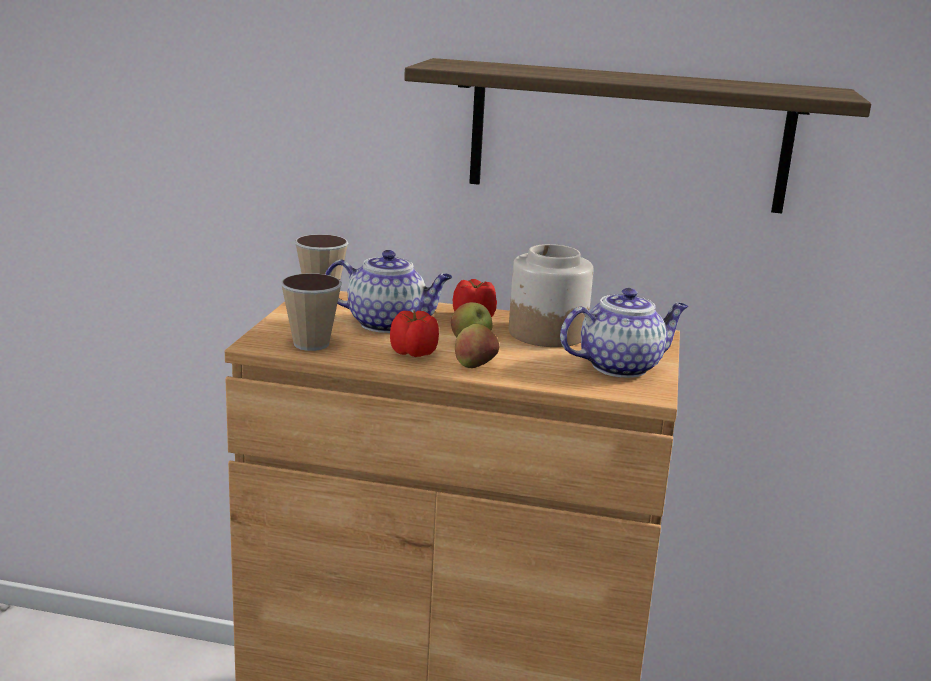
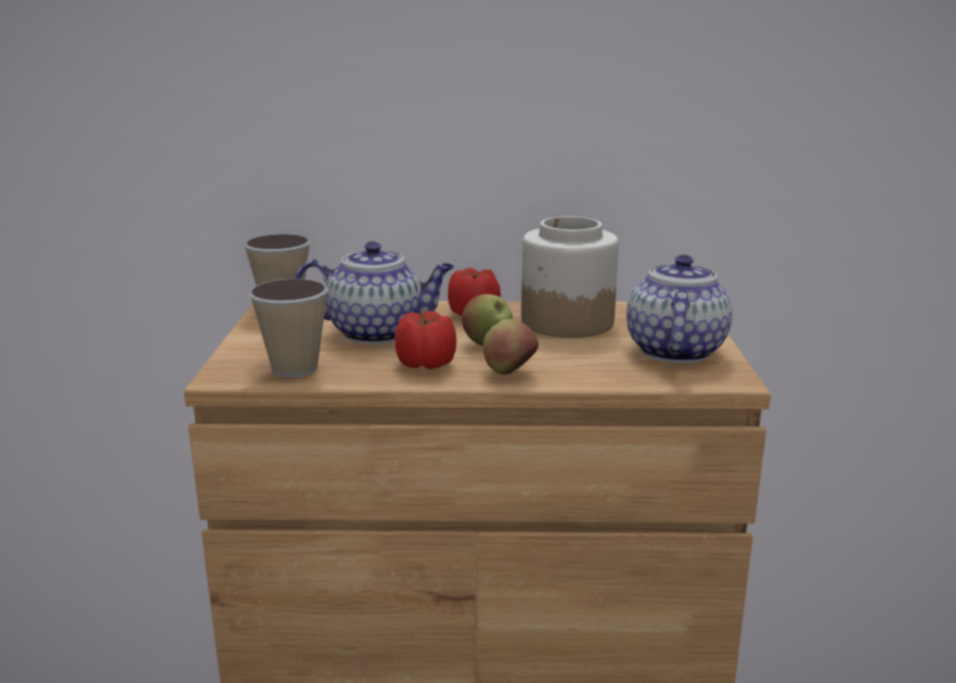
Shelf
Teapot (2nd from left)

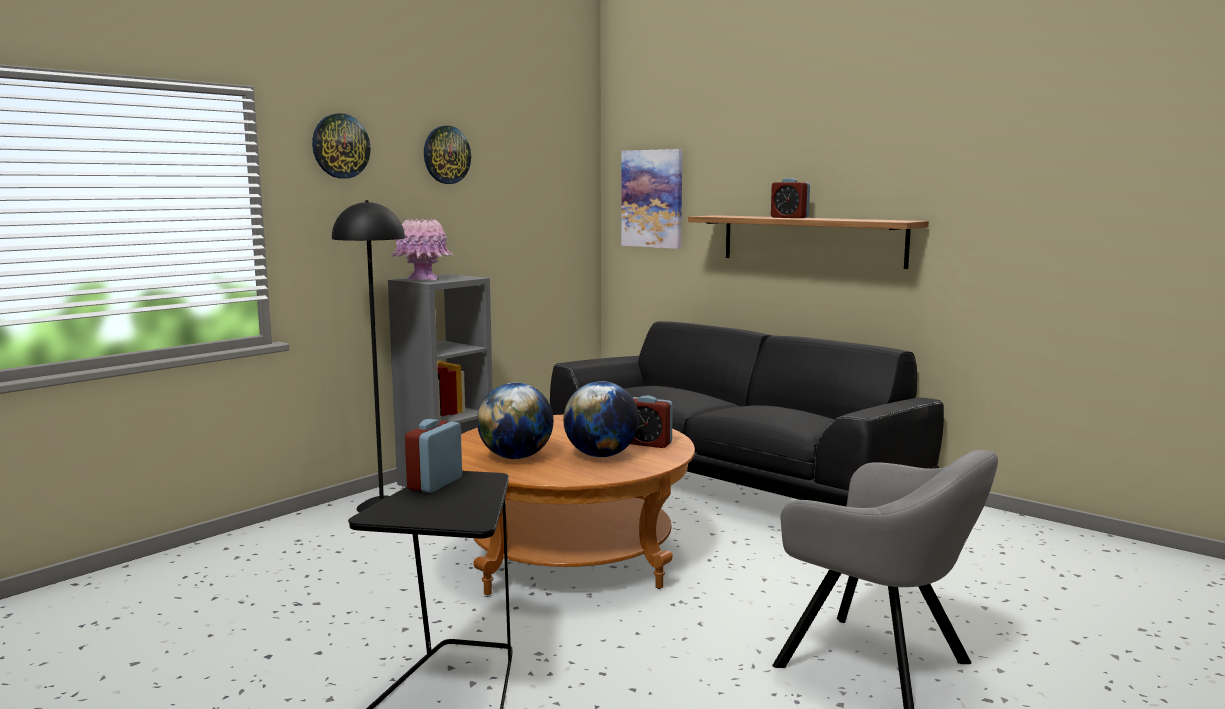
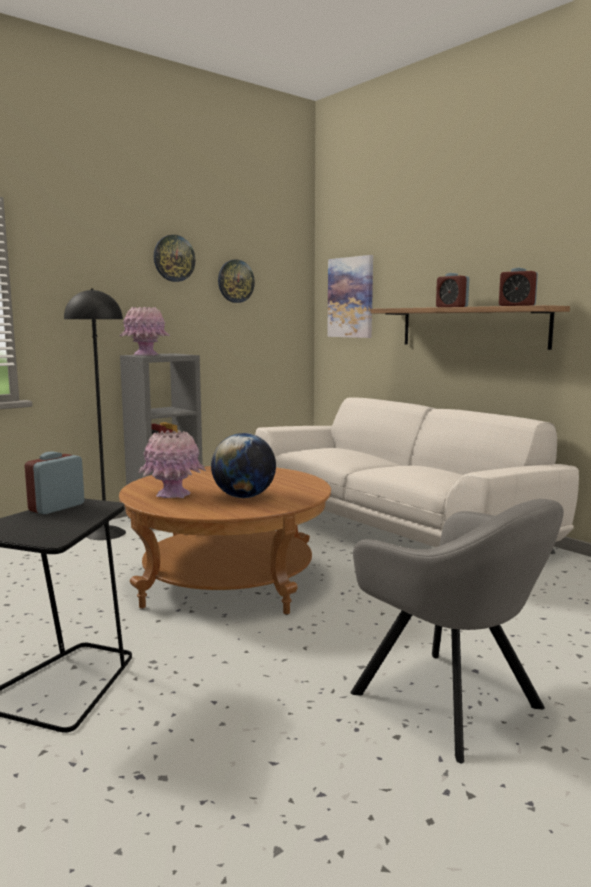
WallClock (2nd from left)
WhiteSofa
PinkVase (2nd from left)
AlarmClock (3rd from left)

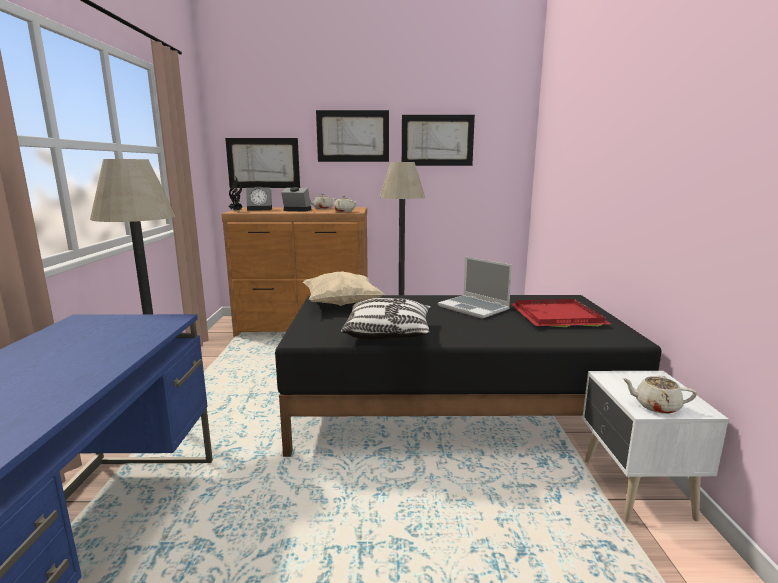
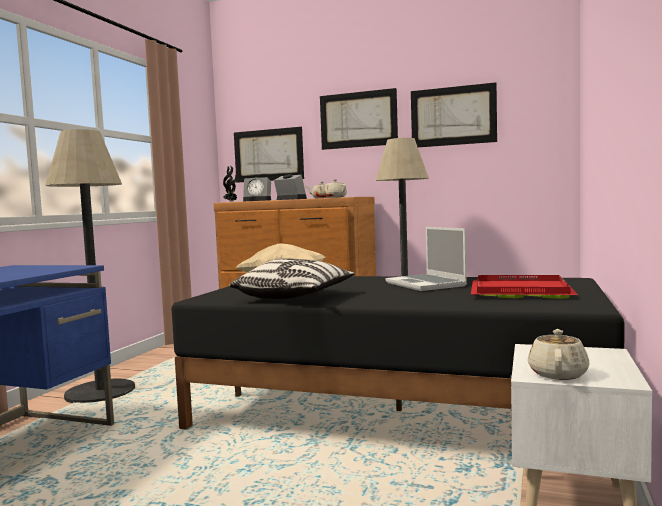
BeigeTeapot (3rd from left)

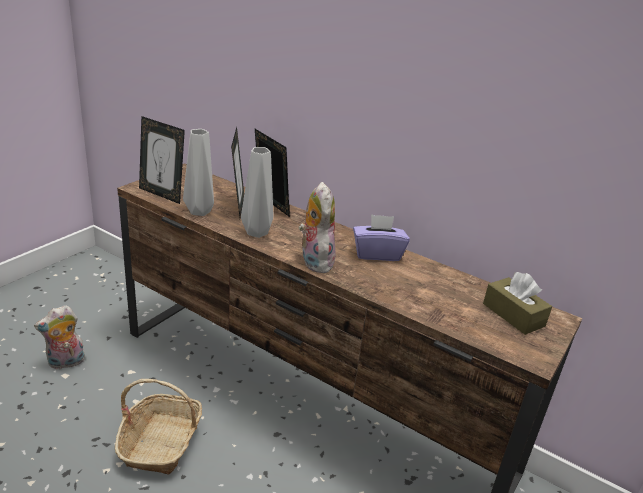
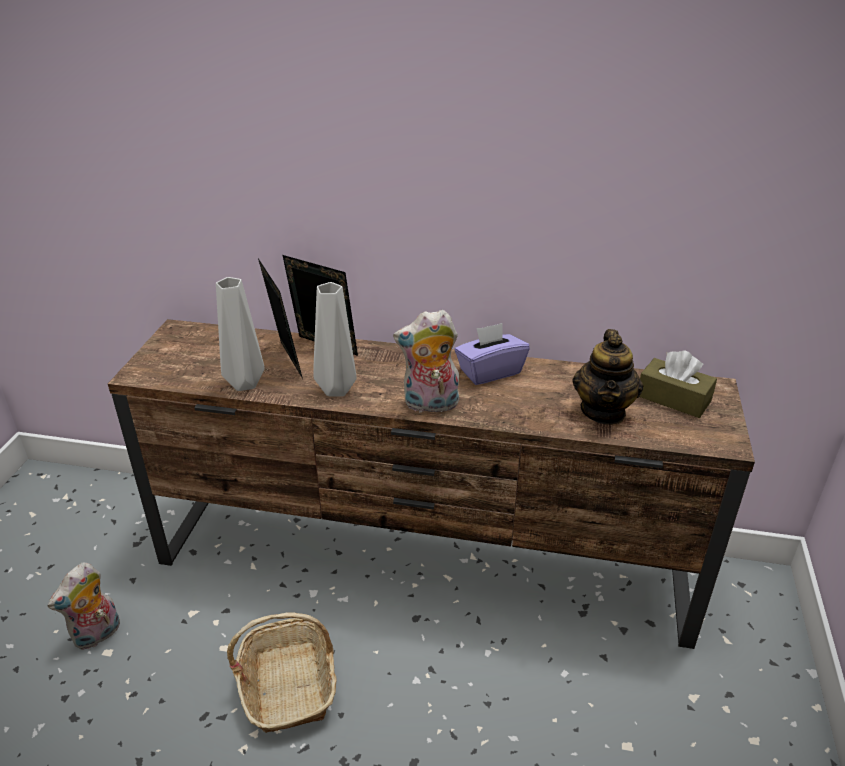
PictureFrame (1st from left in the first image)
PlushToy (2nd from left)
Teapot

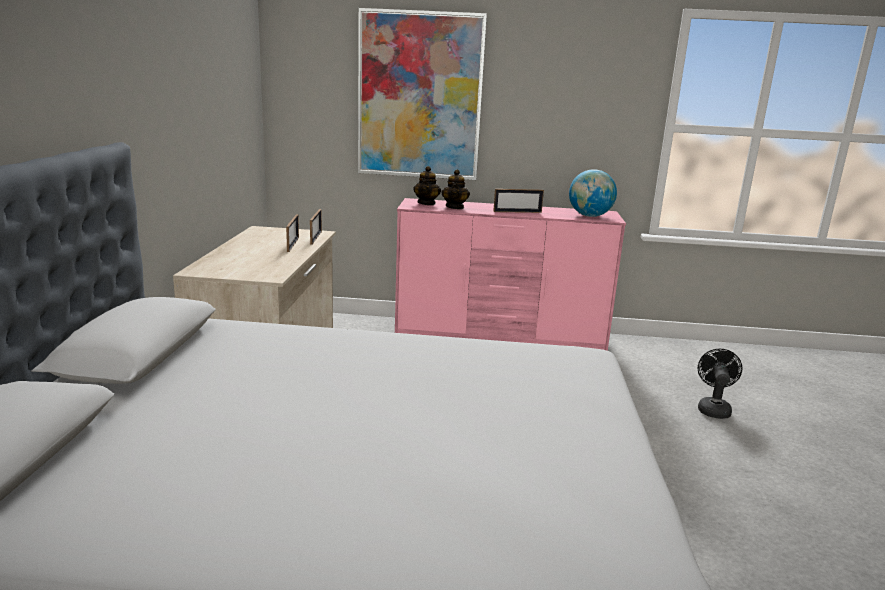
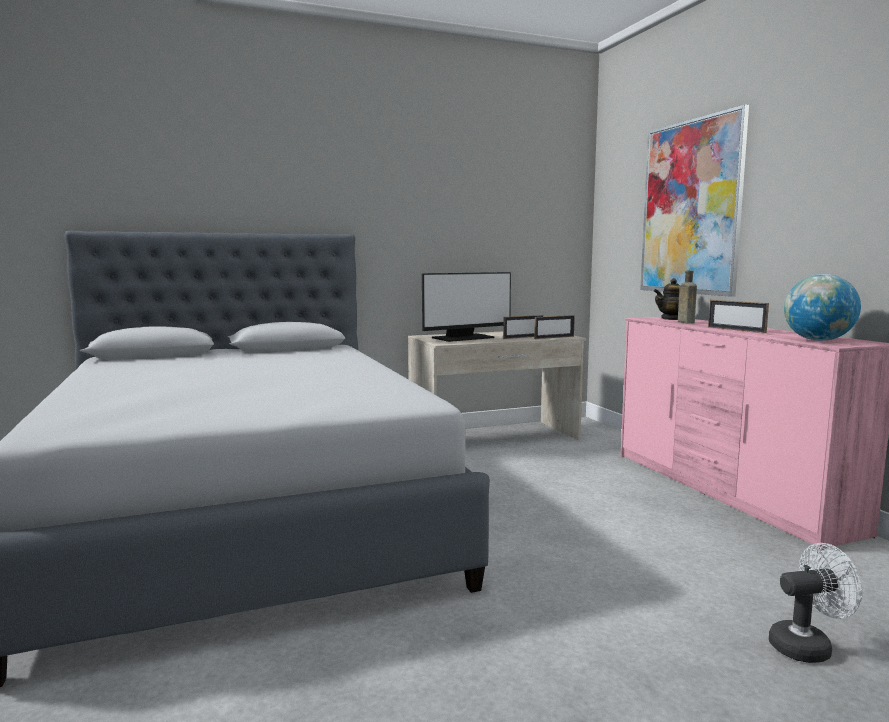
BrownBottle
WhiteFan
Monitor

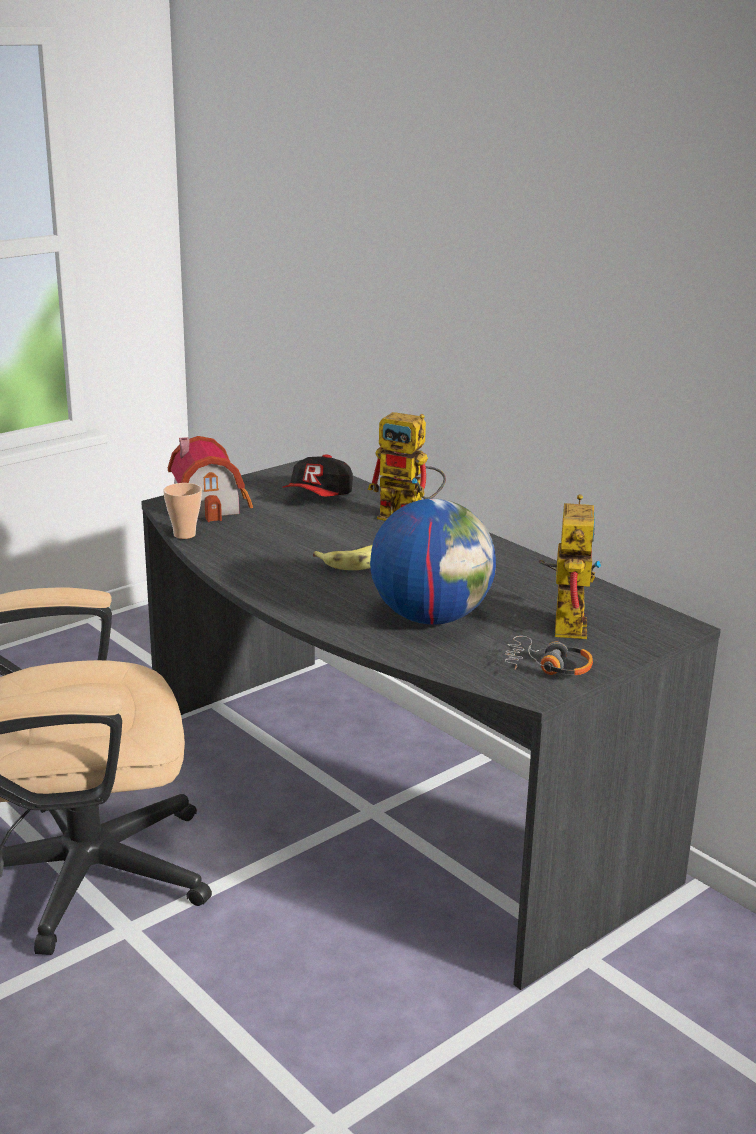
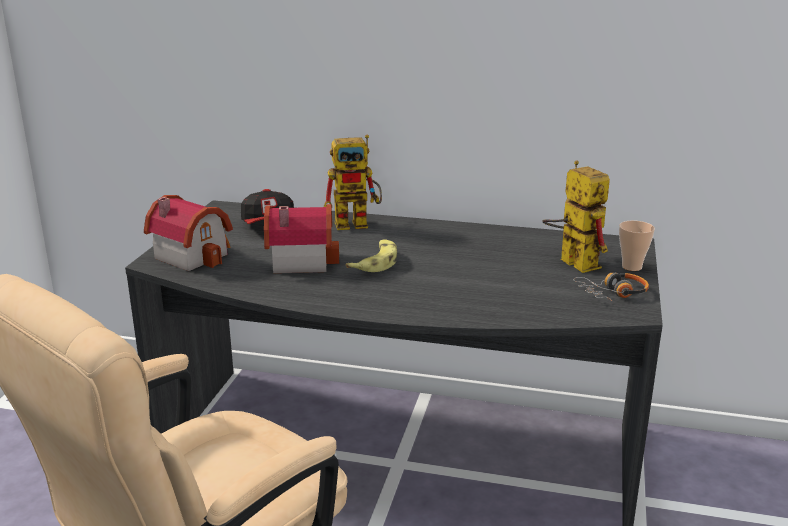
Cup
Globe
ToyHouse (2nd from left)

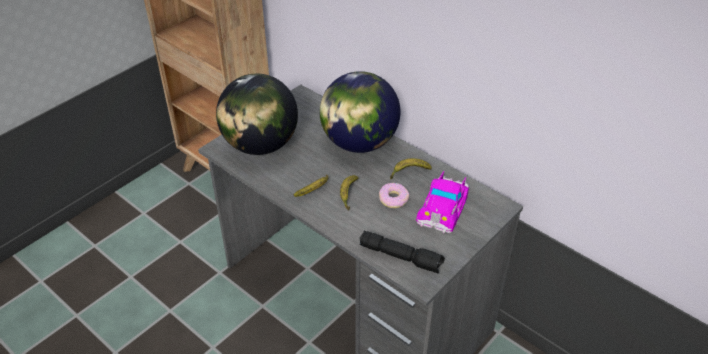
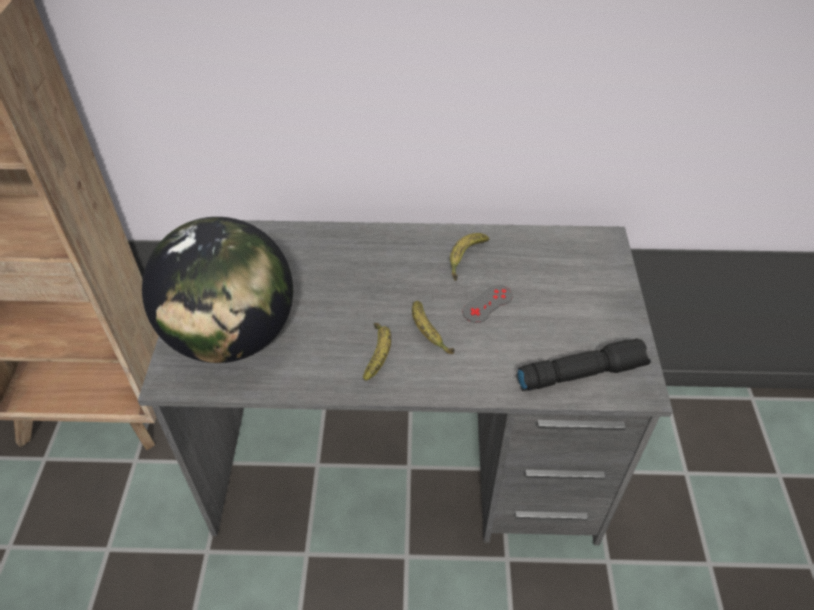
Globe (2nd from left in the first image)
ToyCar
GreyGameController

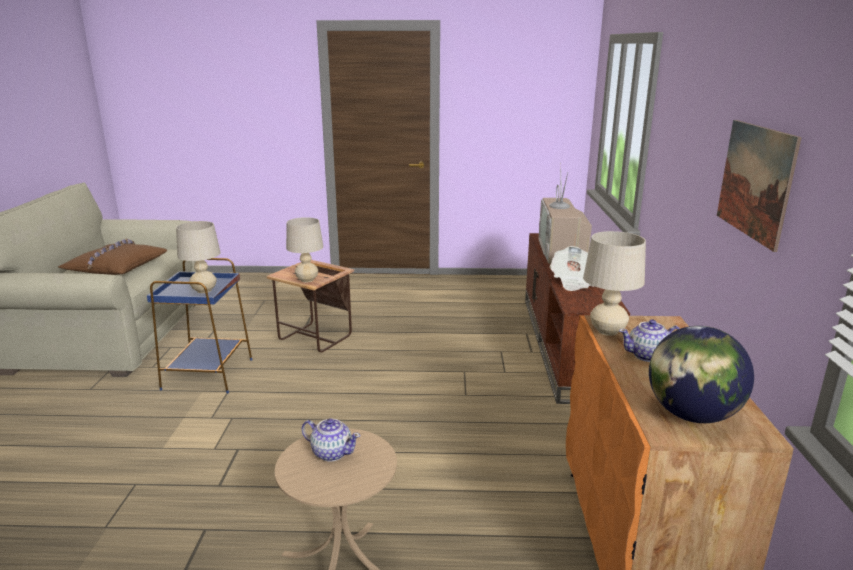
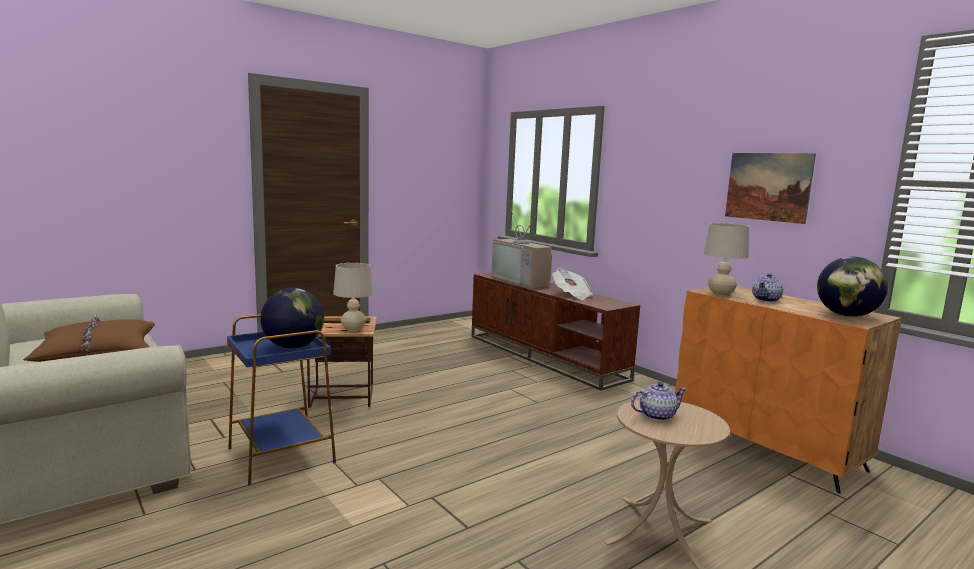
Globe (1st from left)

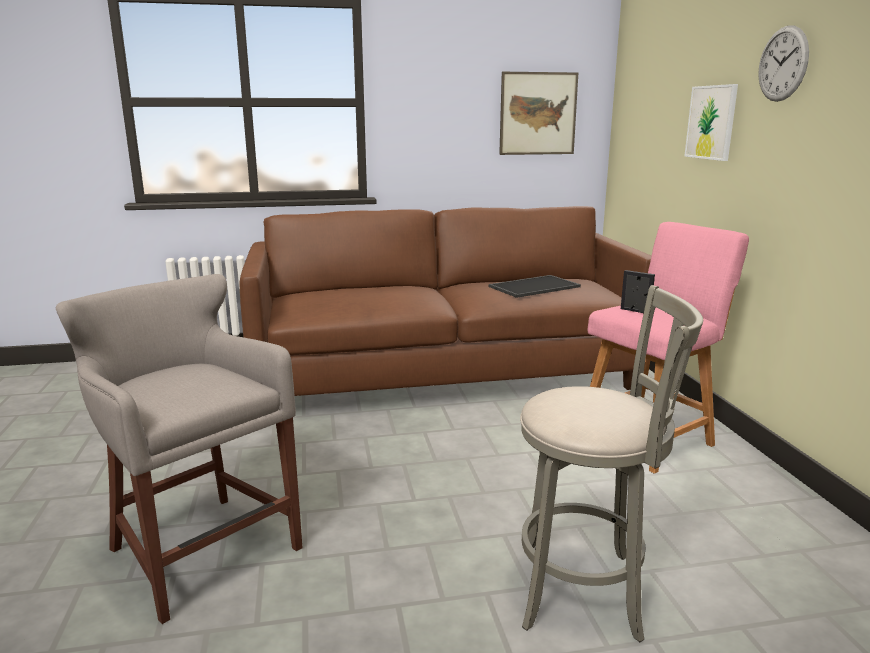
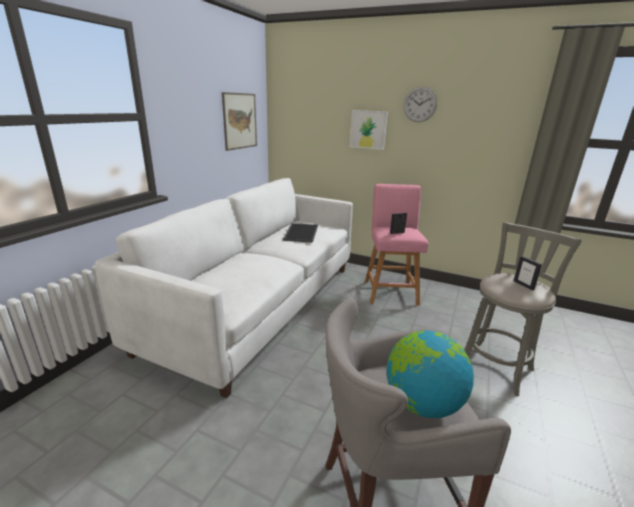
WhiteSofa
PictureFrame (2nd from left)
Globe

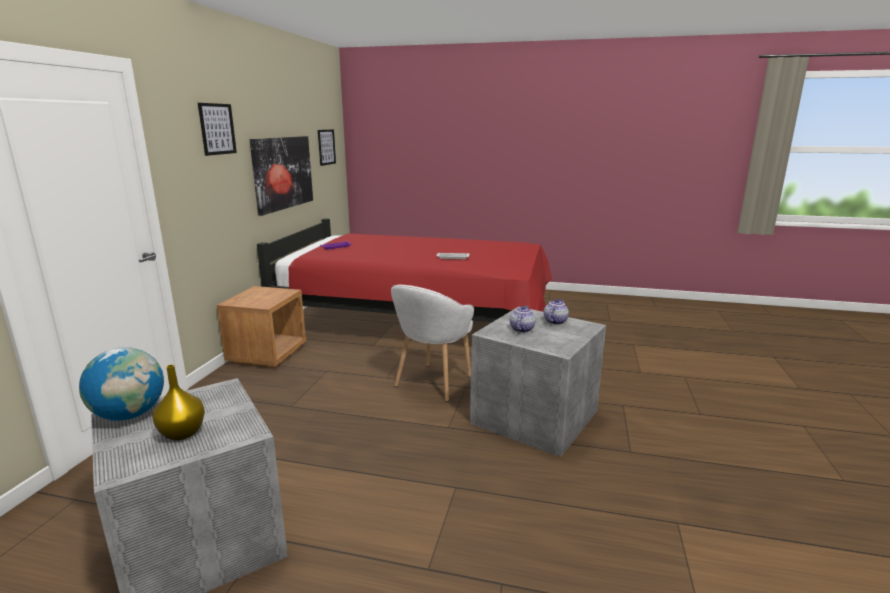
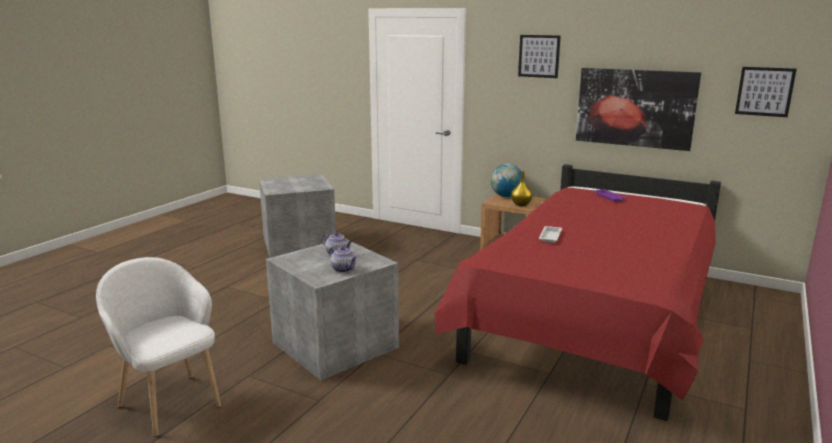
WhiteArmchair
Globe
YellowVase

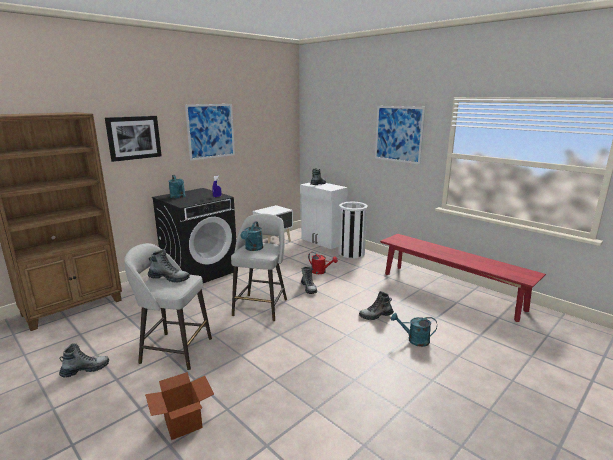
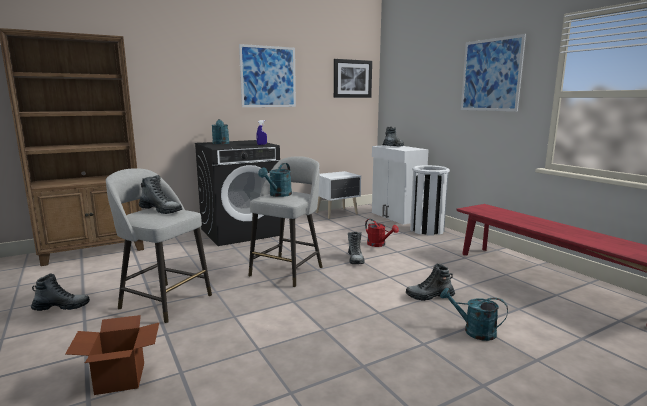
Picture (2nd from left)

